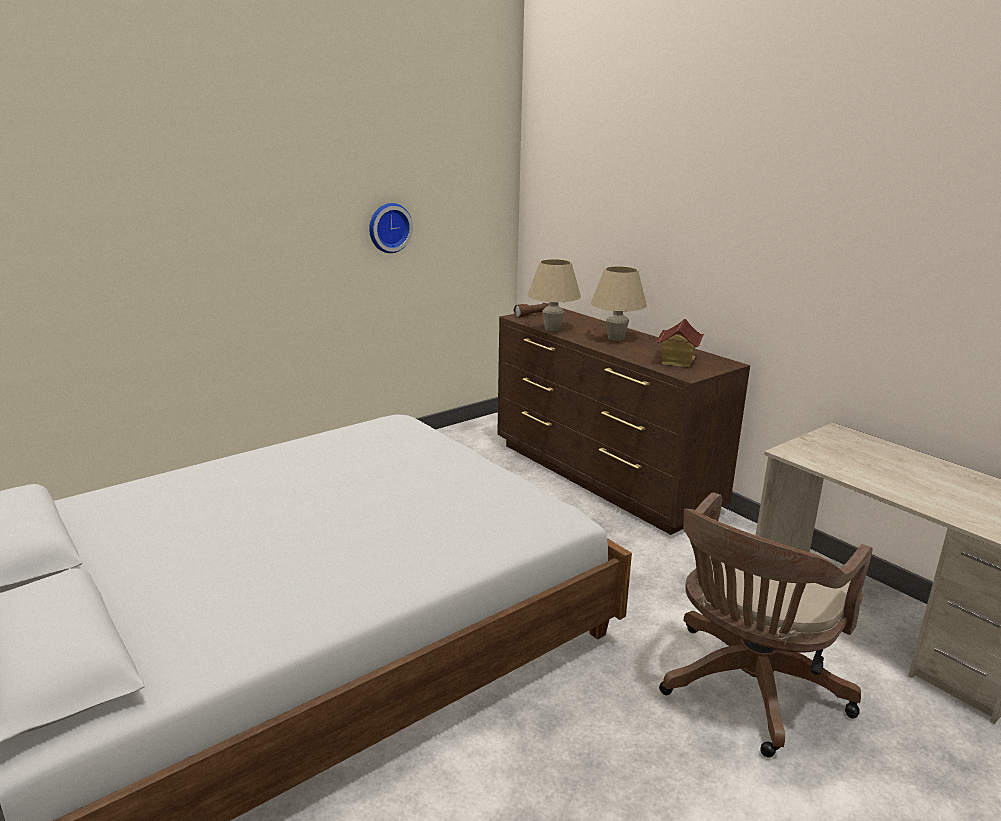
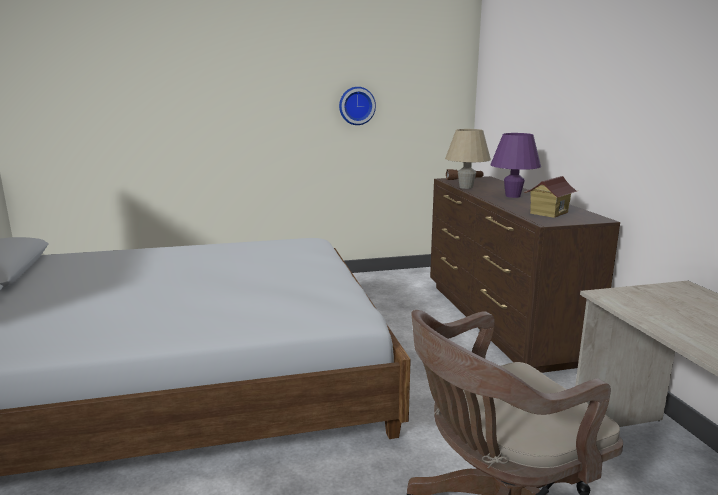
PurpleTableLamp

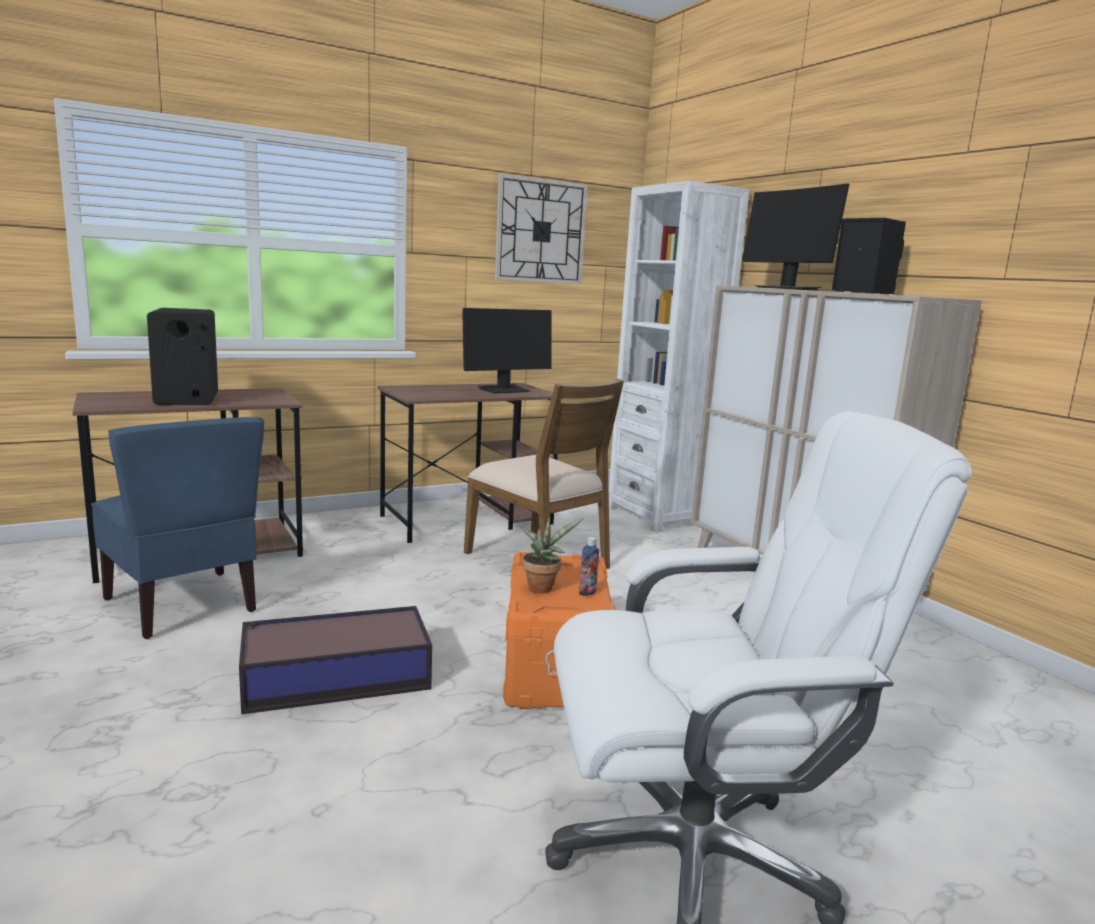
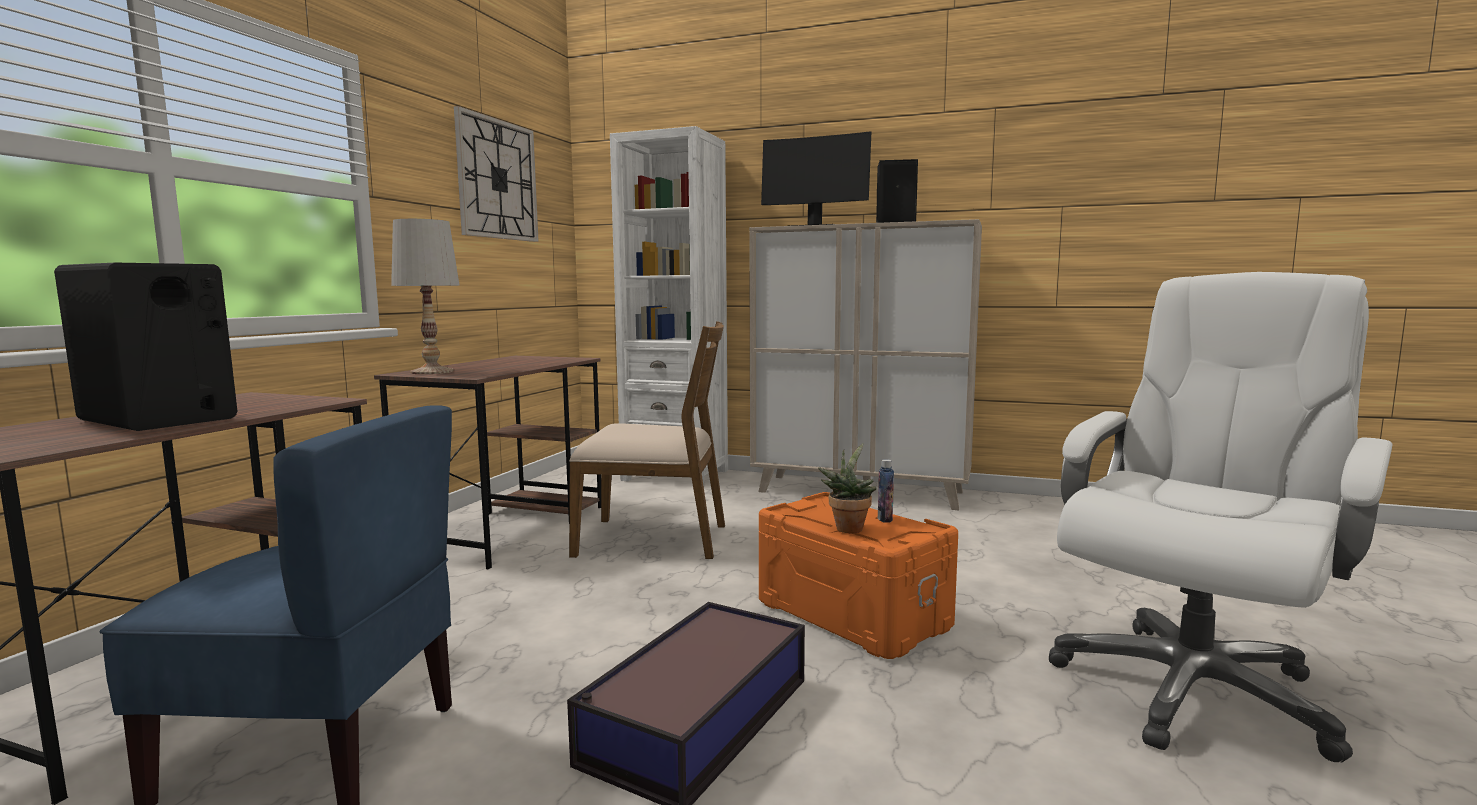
Monitor (1st from left in the first image)
WhiteTableLamp

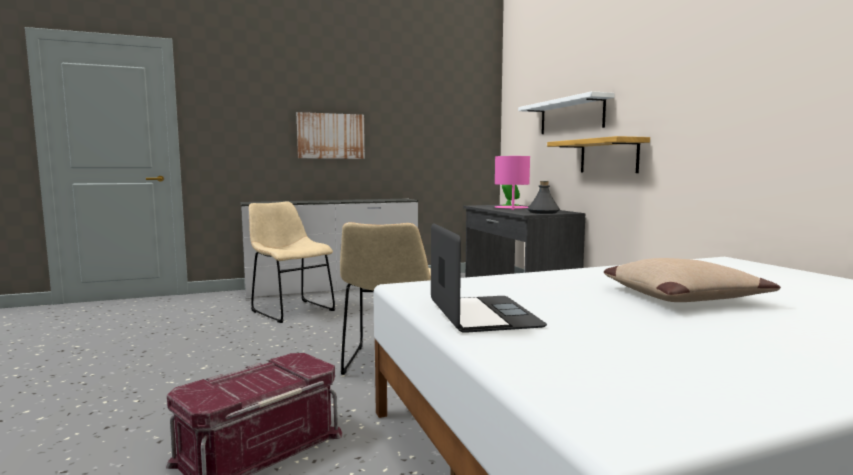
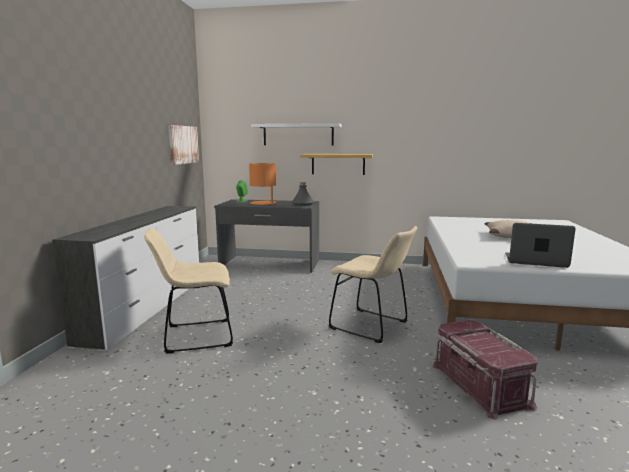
Picture
OrangeTableLamp

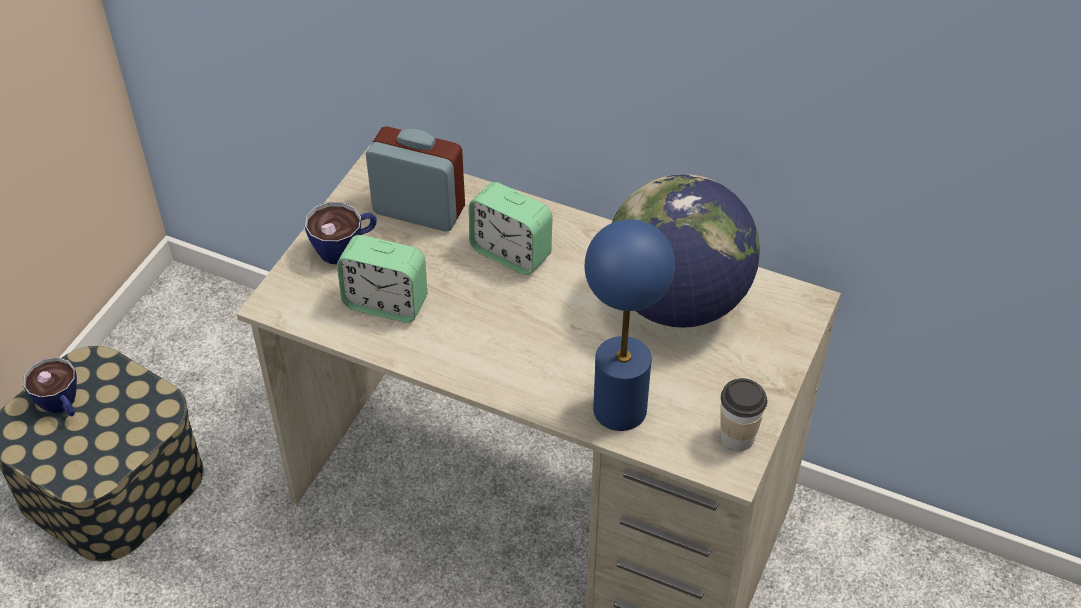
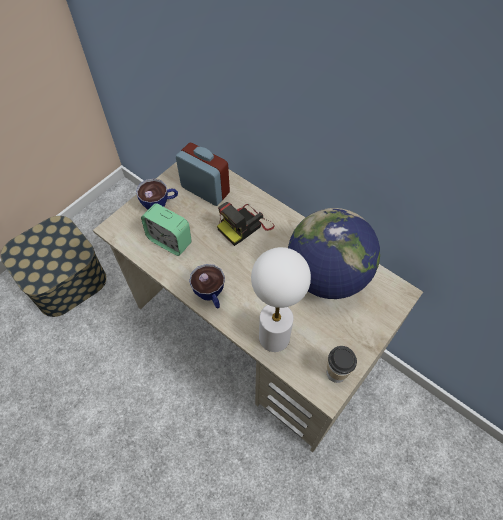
PhotoCamera
WhiteTableLamp
Cup (2nd from left)

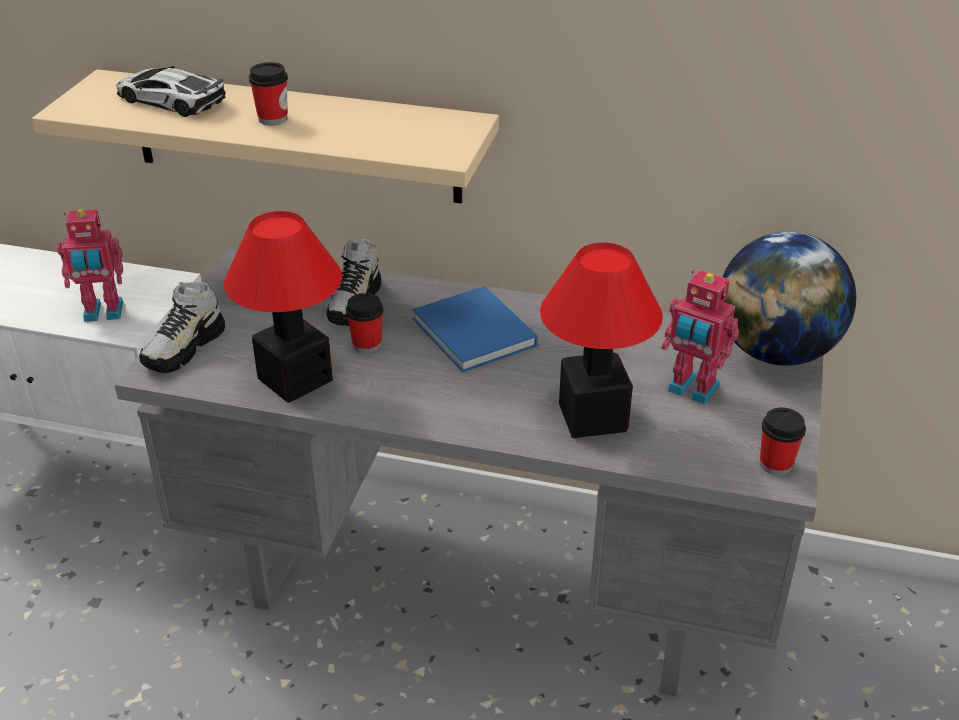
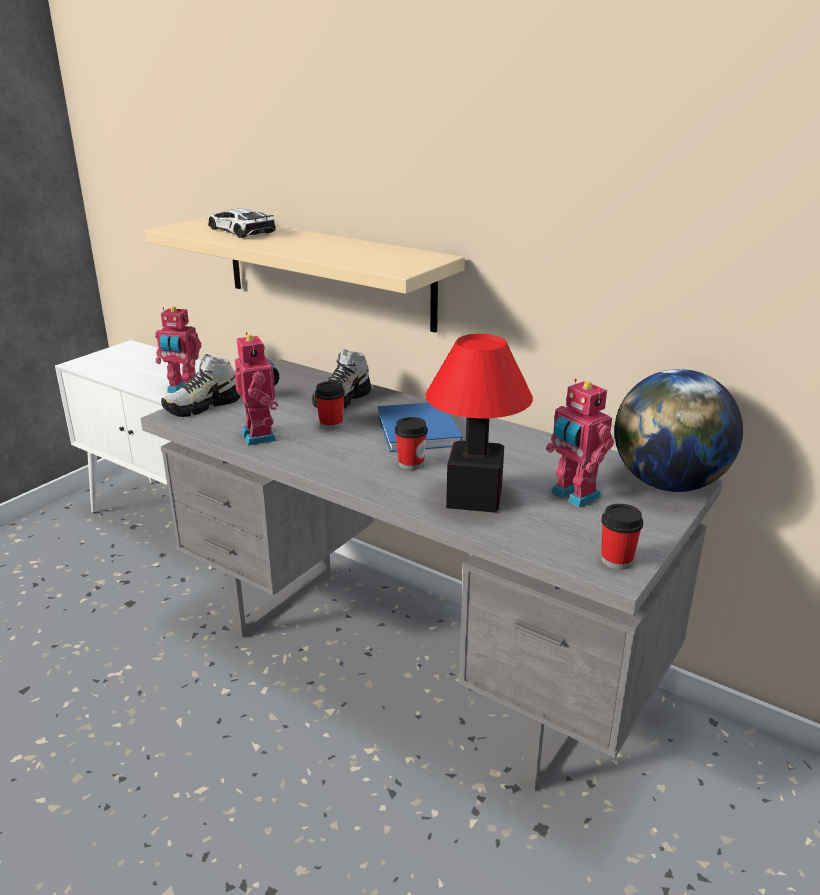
Cup (2nd from left)
ToyRobot (2nd from left)

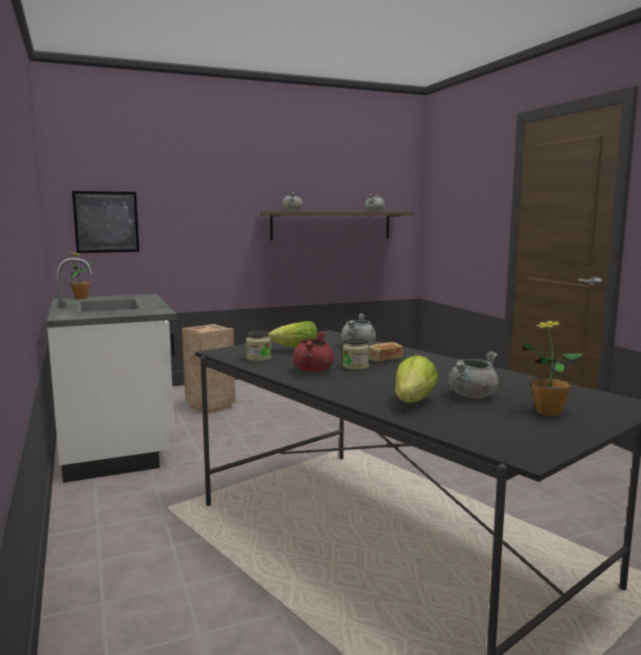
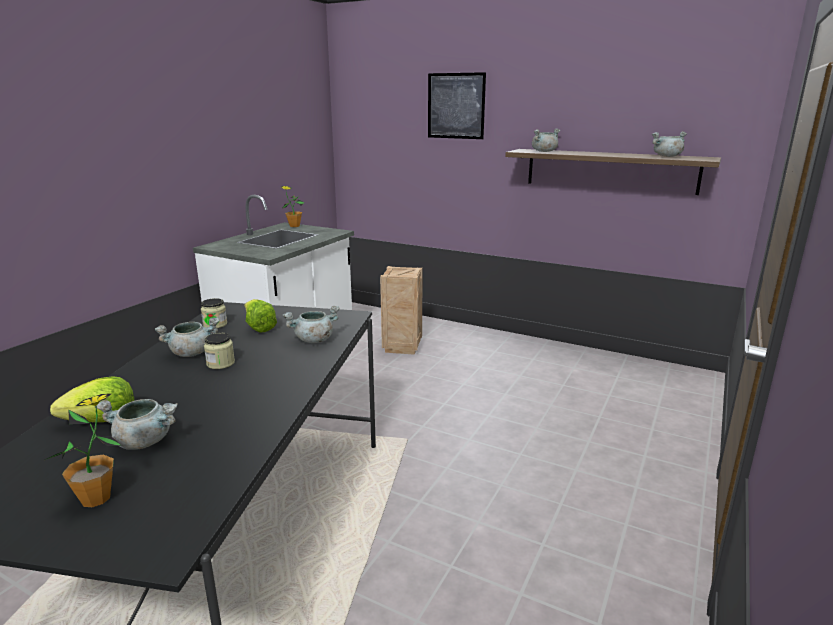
Picture
GreyCookingPot (2nd from left)
Bread

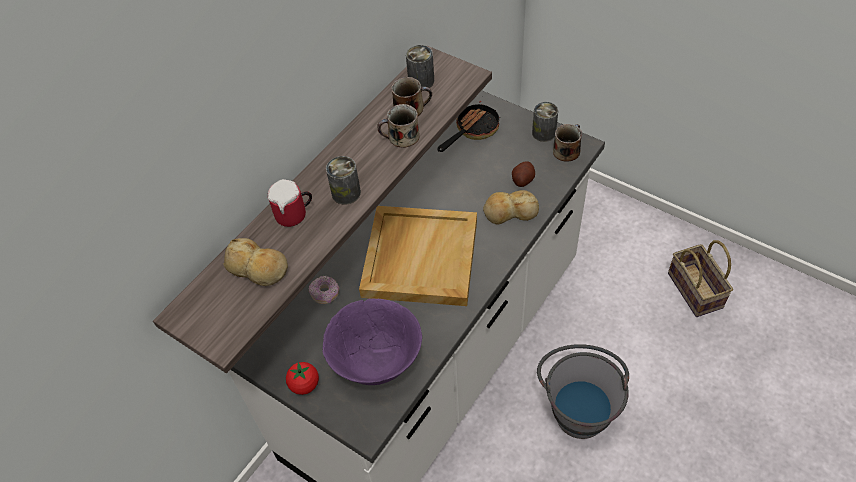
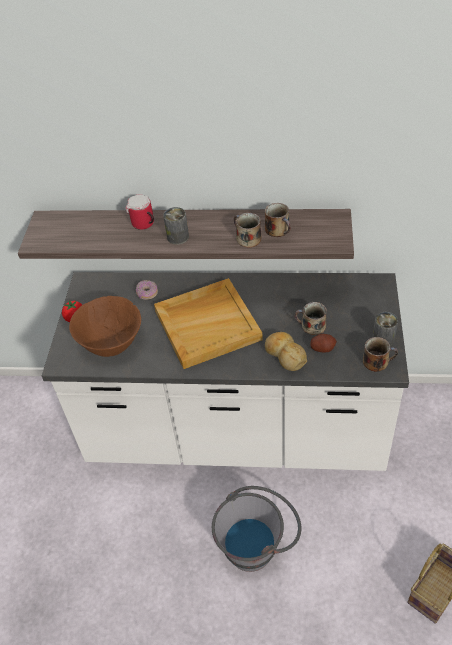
Can (2nd from left in the first image)
FryingPan
Bread (1st from left in the first image)
BrownBowl
Mug (4th from left)

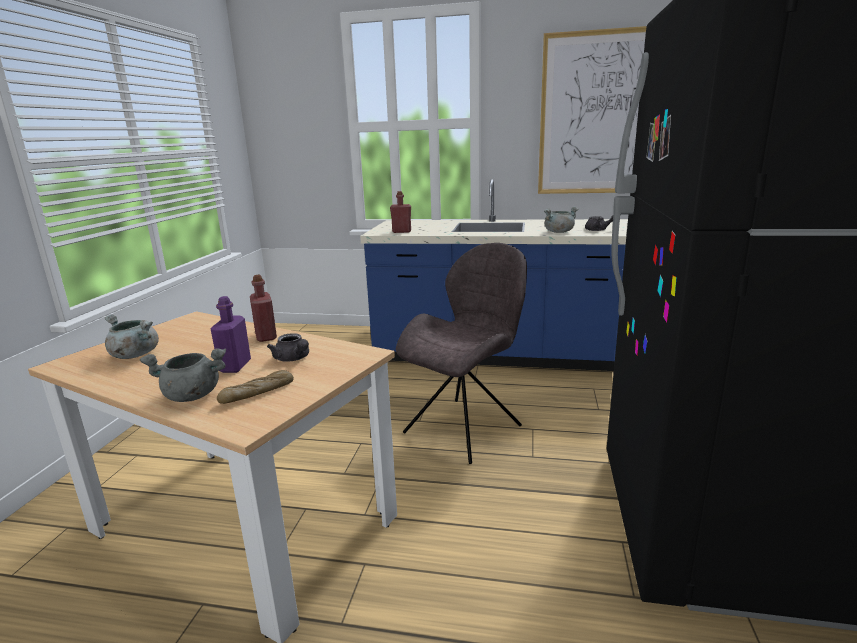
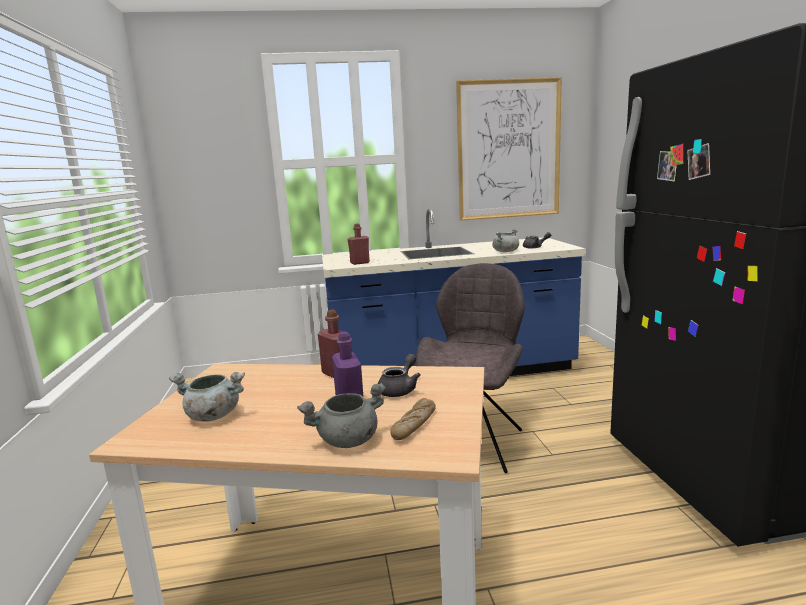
GreyTeapot (1st from left)

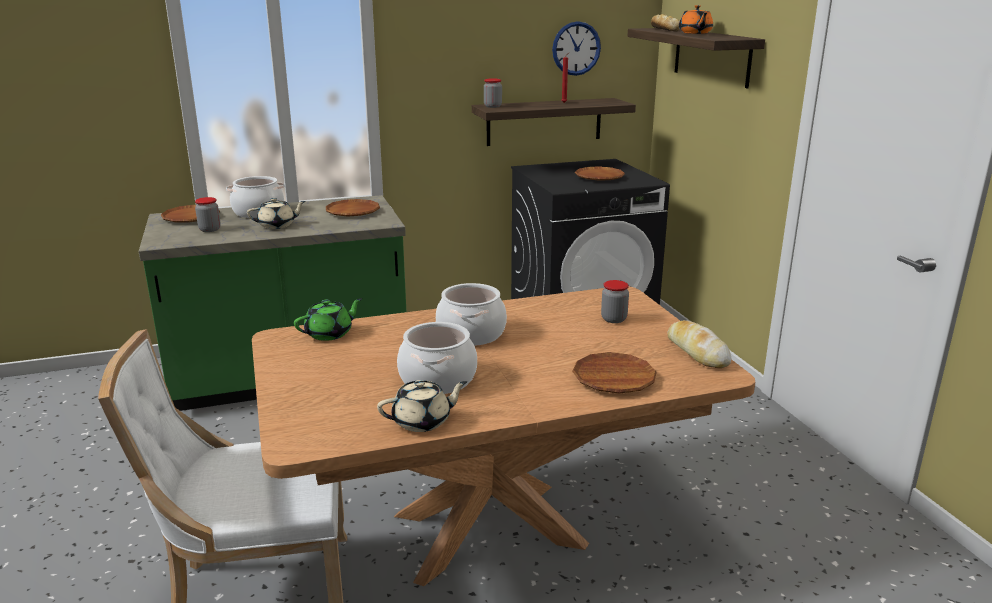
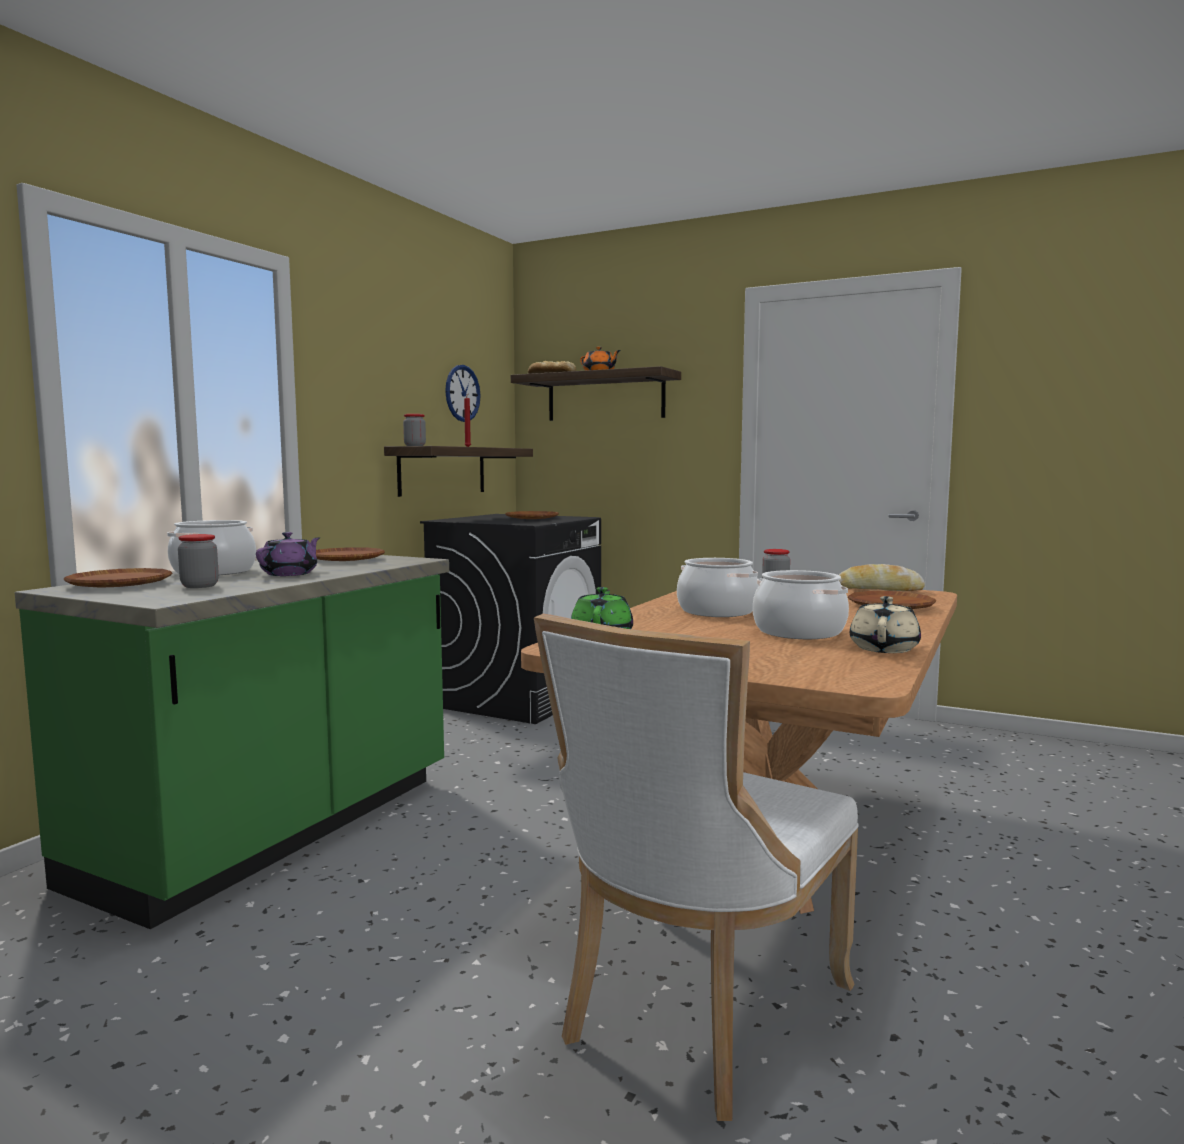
PurpleTeapot

